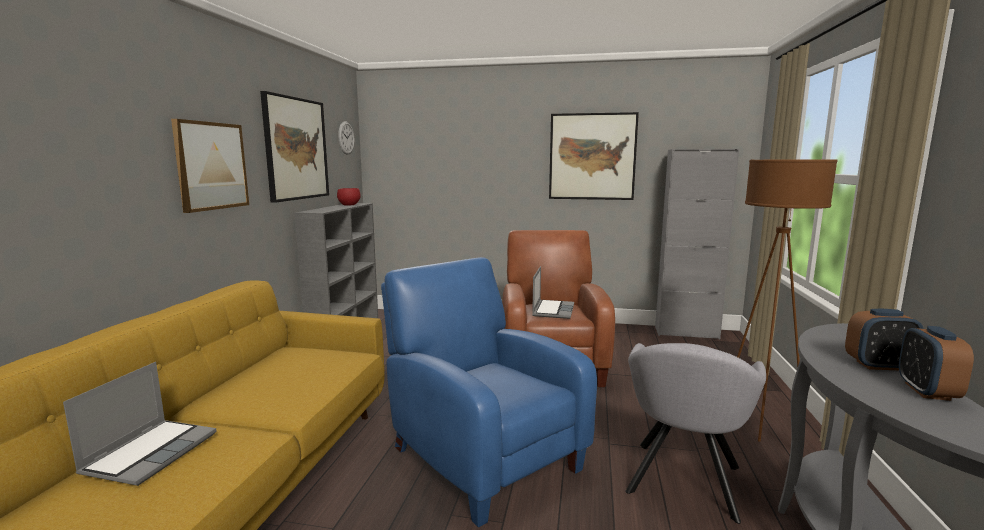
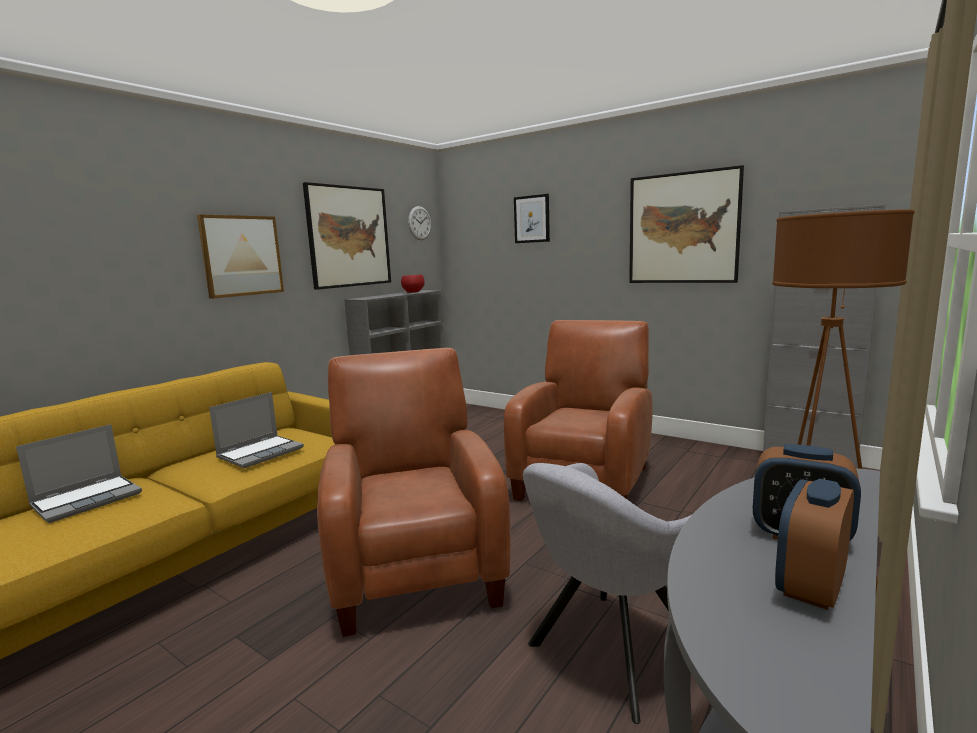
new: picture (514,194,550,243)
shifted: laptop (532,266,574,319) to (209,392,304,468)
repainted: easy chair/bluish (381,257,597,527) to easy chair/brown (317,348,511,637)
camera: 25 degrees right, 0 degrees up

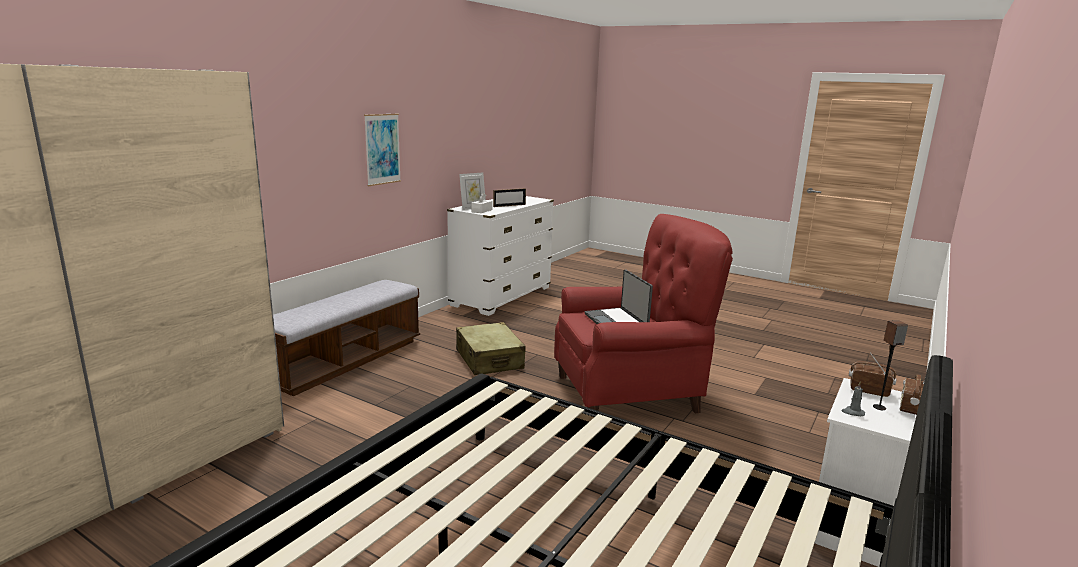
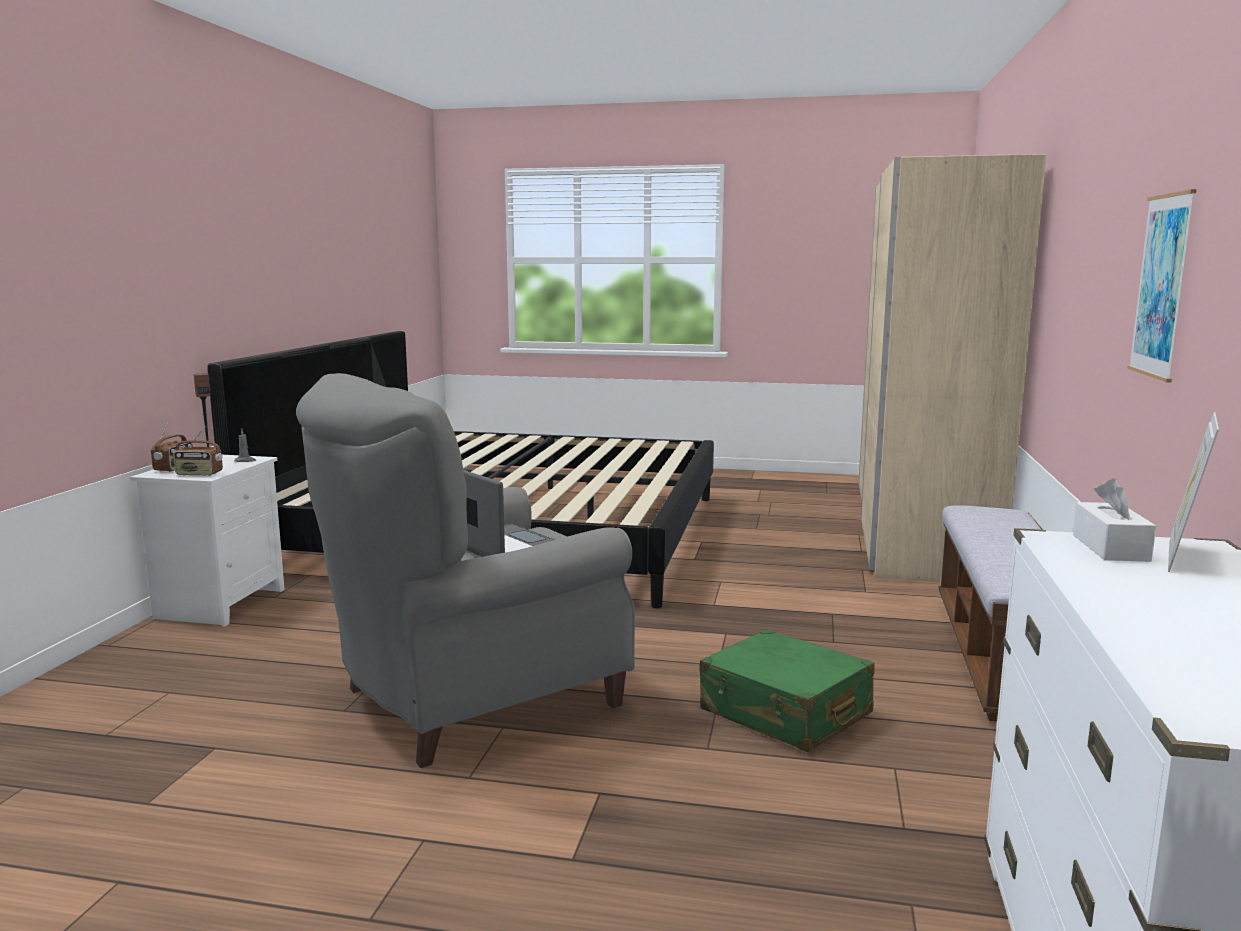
gone: picture frame (493,188,526,207)
repainted: piece of luggage/beige-coloured (456,322,526,375) to piece of luggage/green (700,629,875,752); easy chair/red (554,214,733,413) to easy chair/grey (296,373,635,768)
camera: 160 degrees right, 5 degrees down

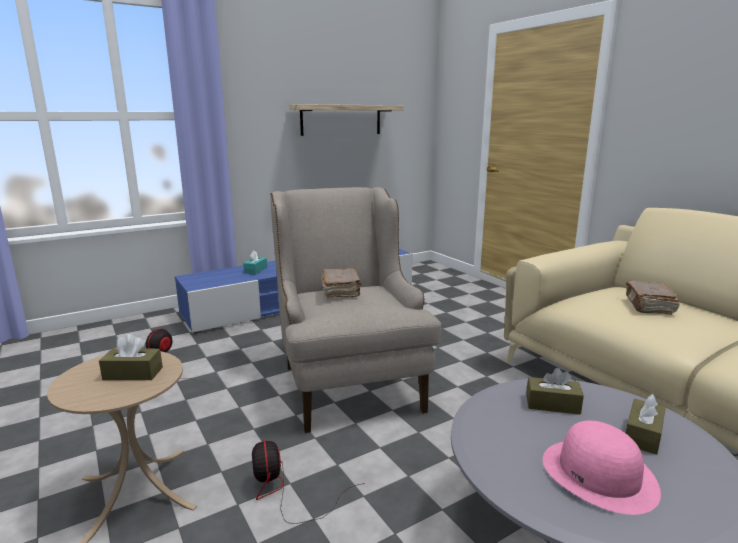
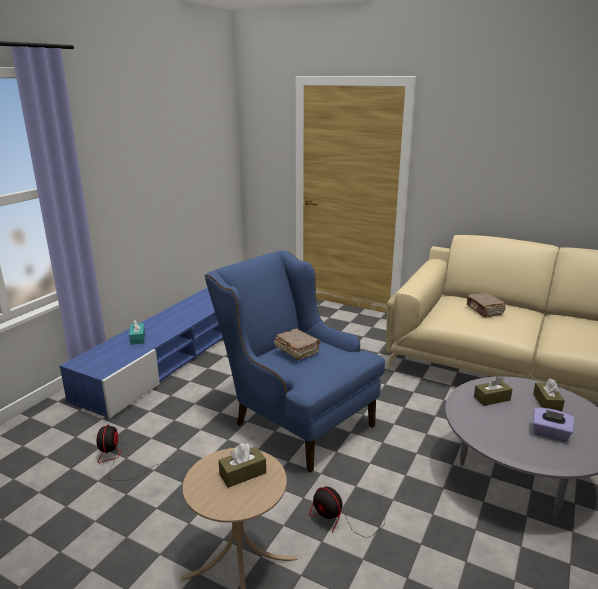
gone: bracket shelf (289,104,404,136)
swapped: clothing hat/pink (543,421,661,515) to tissue holder/purple-coloured (533,408,574,442)
repainted: easy chair/beige-coloured (270,187,441,433) to easy chair/bluish (204,250,385,473)
camera: 30 degrees left, 5 degrees up

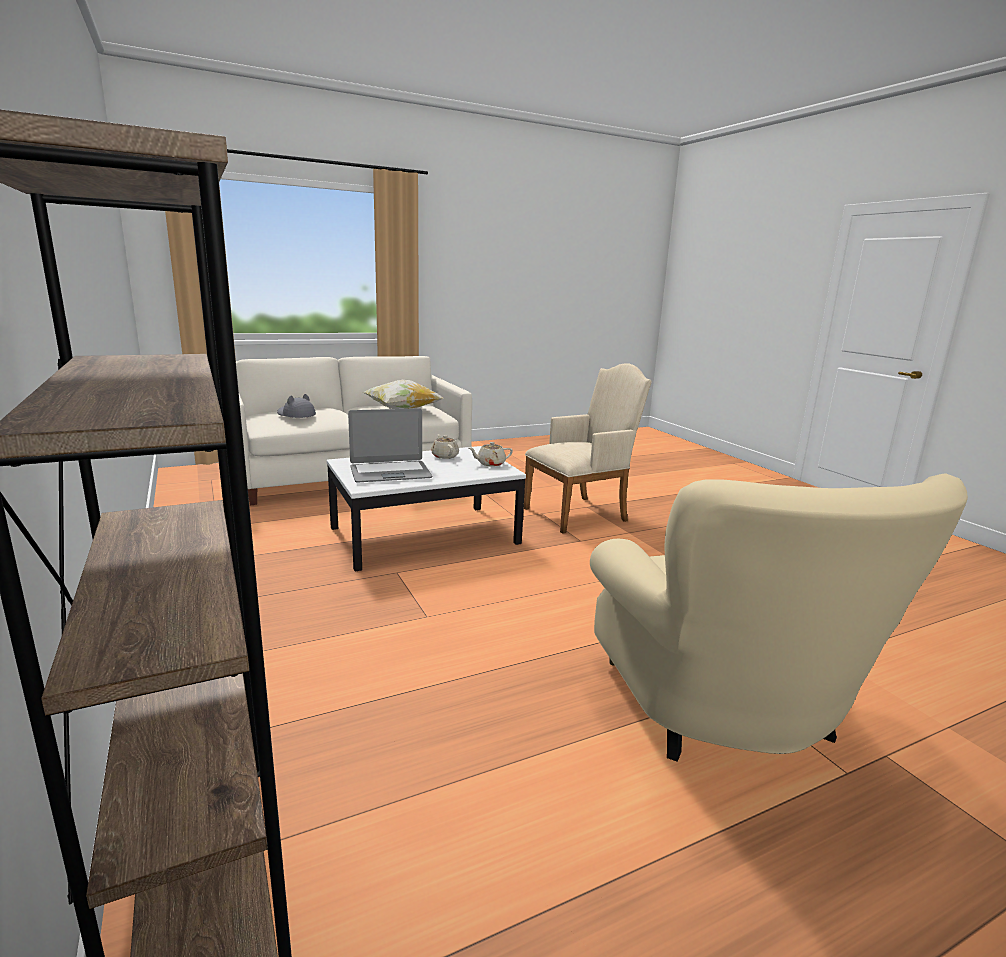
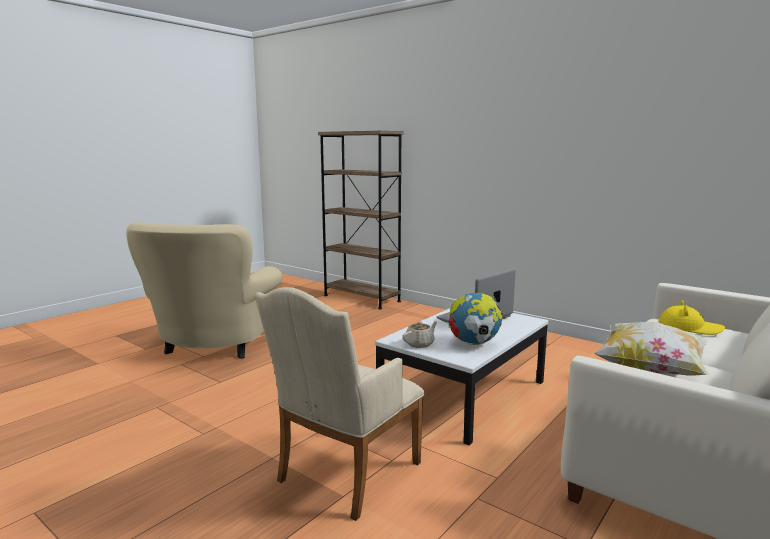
swapped: pot for tea/beige-coloured (431,434,459,459) to desk globe (449,293,503,345)
repainted: clothing hat/grey (277,394,316,418) to clothing hat/yellow-coloured (659,300,725,335)
rotated: easy chair/beige-coloured (590,473,968,762) = (126,222,282,359) 135 degrees counterclockwise
camera: 155 degrees right, 5 degrees down

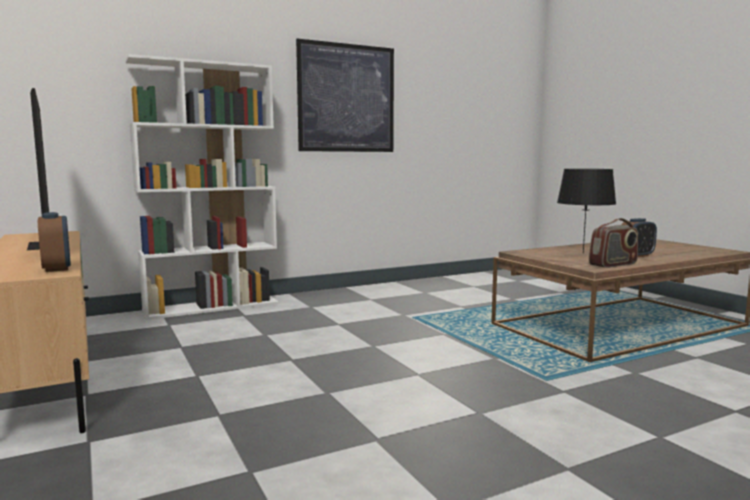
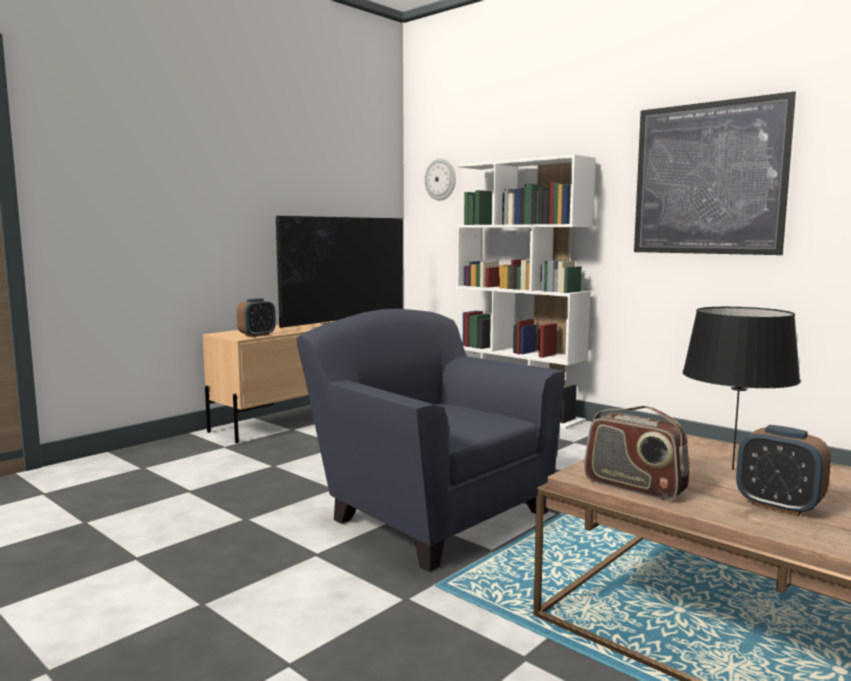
new: easy chair/bluish (297,309,565,572); hanging clock (425,159,456,201)
camera: 70 degrees right, 0 degrees up

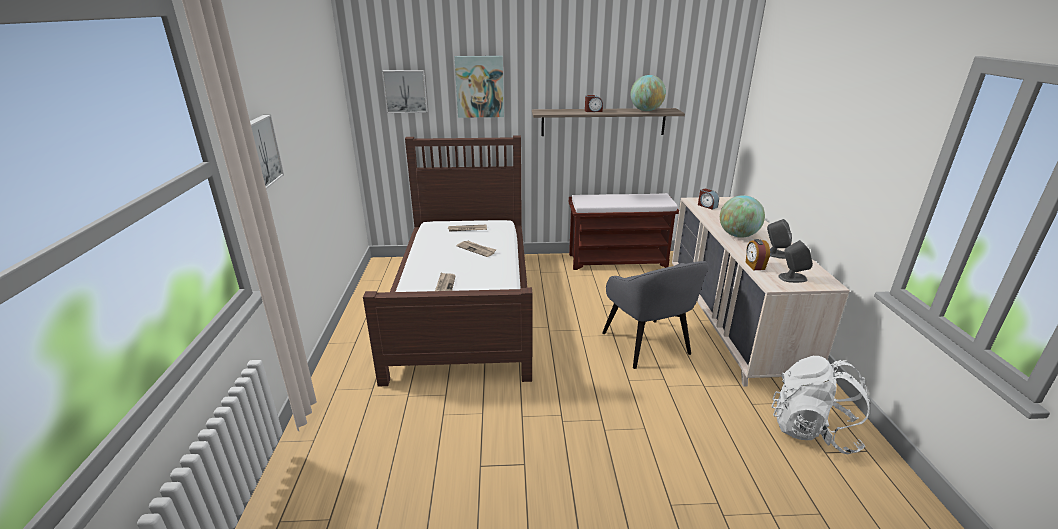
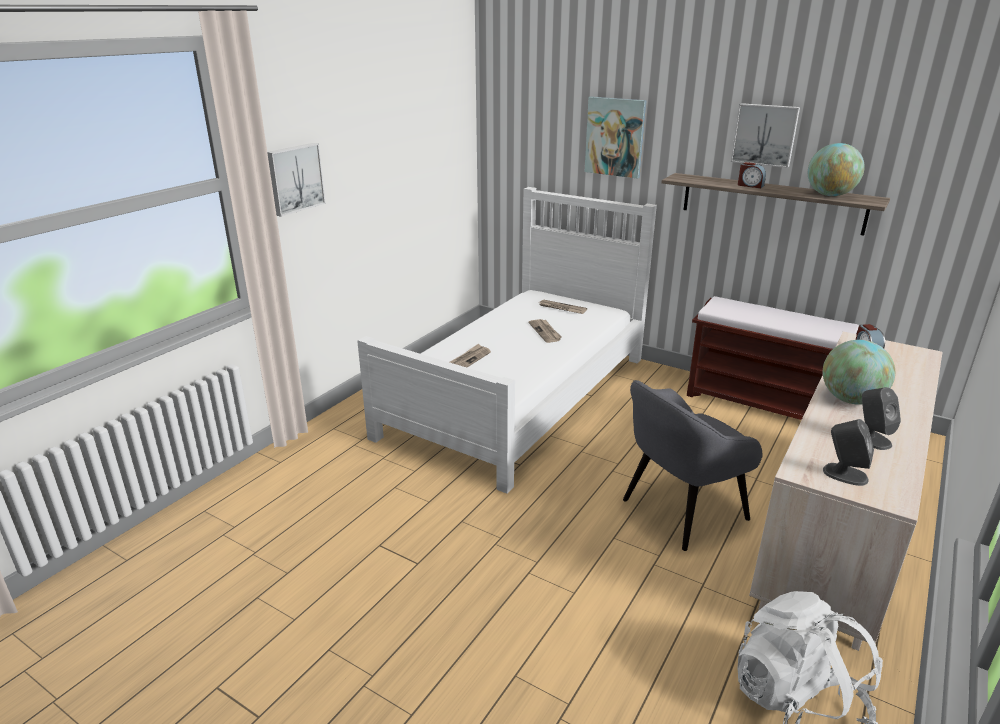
gone: table clock (746,239,770,270)
shifted: picture (382,70,428,113) to (731,103,800,168)
repainted: sleeping bed/brown (363,135,533,387) to sleeping bed/whitish (357,187,657,494)
rotated: easy chair/grey (602,261,709,369) = (623,380,763,551) 45 degrees clockwise
camera: 35 degrees right, 0 degrees up

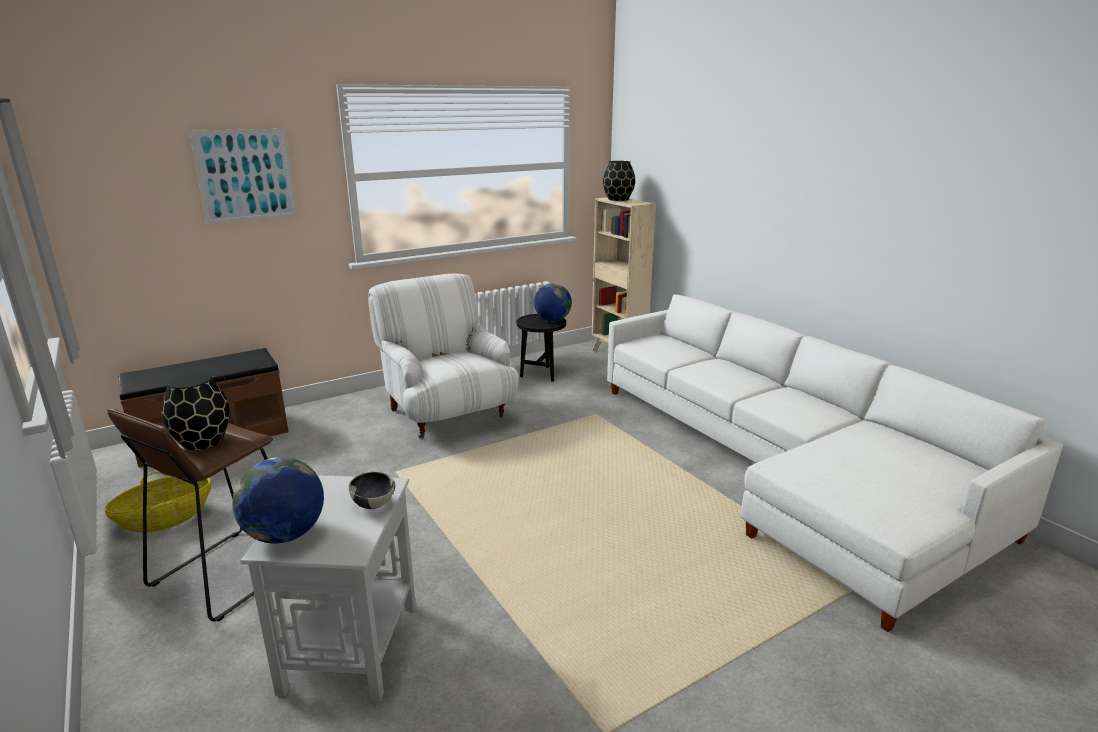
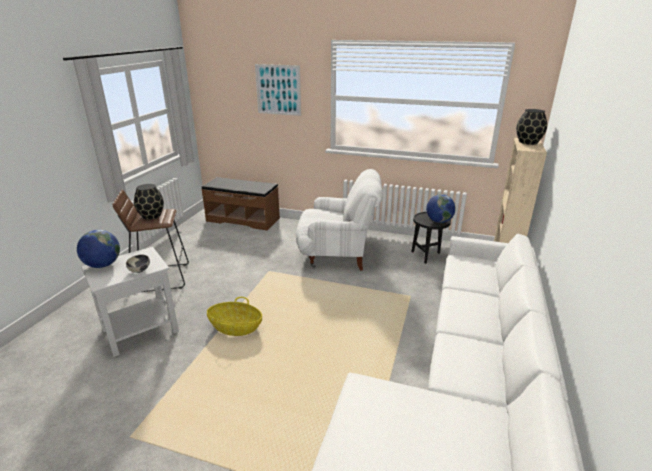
shifted: basket (105,471,211,533) to (207,297,262,336)
rotated: easy chair/whitish (368,274,519,438) = (296,169,383,271) 75 degrees clockwise
camera: 50 degrees right, 5 degrees up

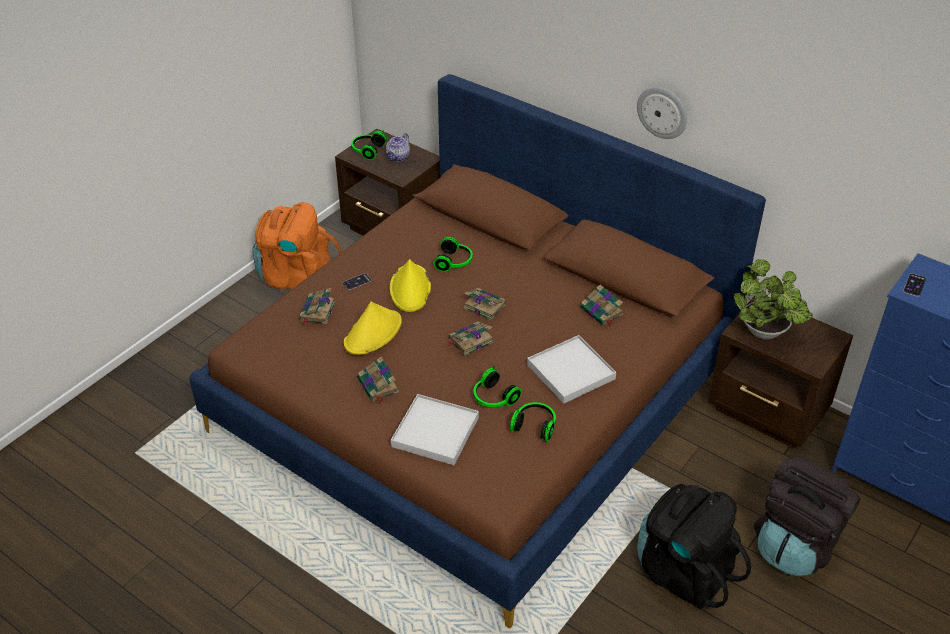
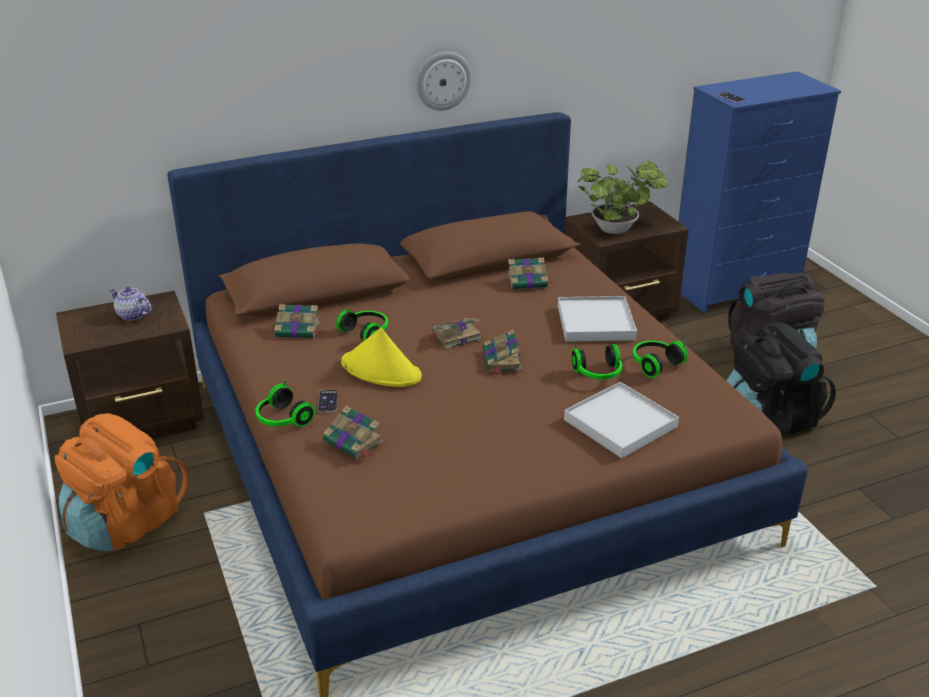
gone: clothing hat/yellow-coloured (344,301,402,355)
shifted: headset (351,131,387,160) to (256,378,315,427); bound book (357,356,399,403) to (275,304,323,338)
rotated: pot for tea (386,133,410,162) = (108,287,152,321) 150 degrees clockwise
camera: 60 degrees left, 10 degrees down

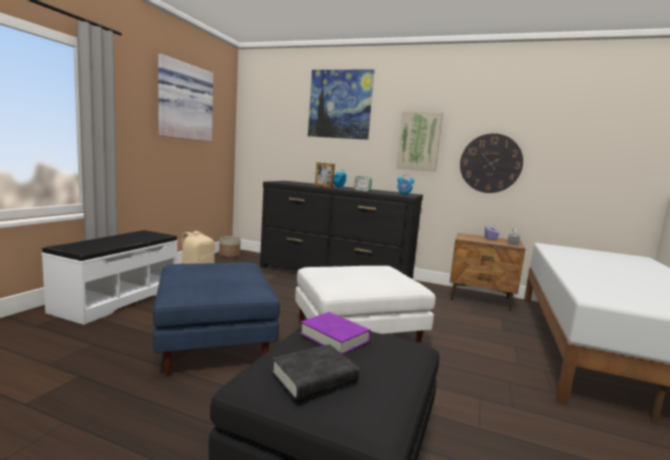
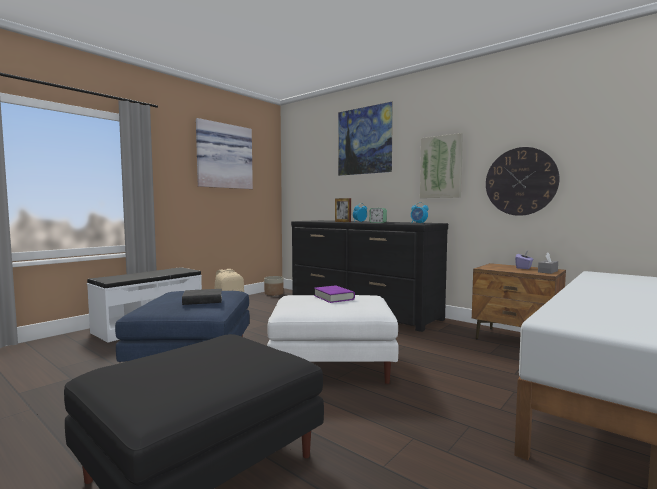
shifted: bound book/black-coloured (272,344,359,400) to (182,289,222,305); bound book/purple-coloured (300,312,371,354) to (314,285,355,303)
camera: 20 degrees right, 5 degrees down

